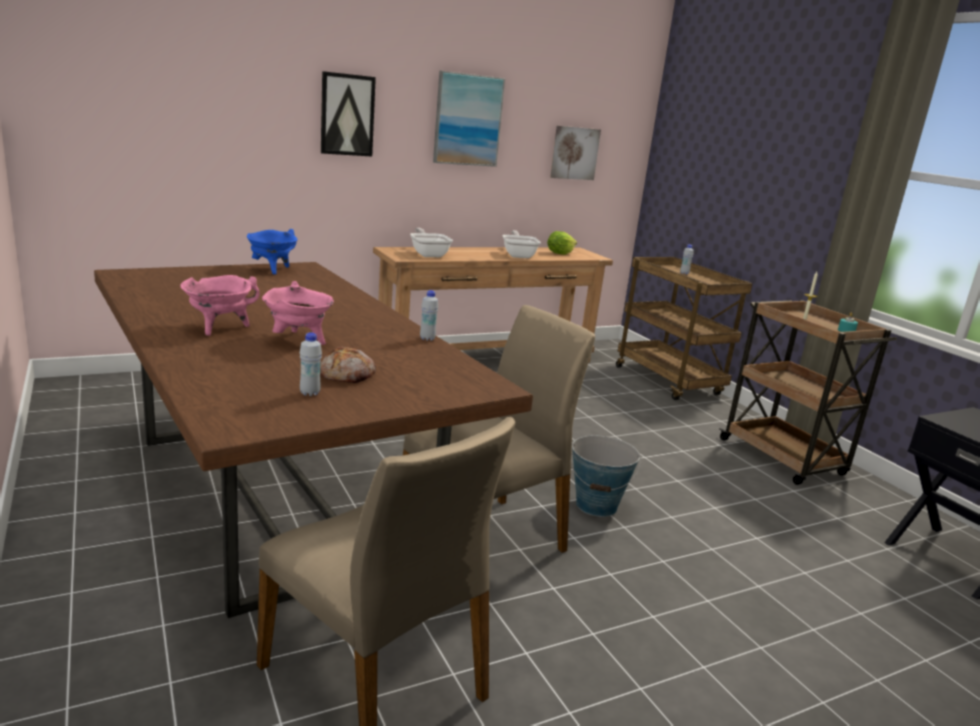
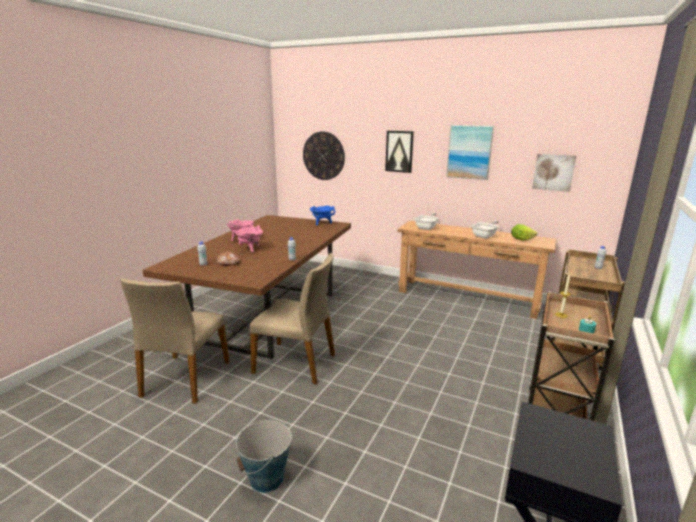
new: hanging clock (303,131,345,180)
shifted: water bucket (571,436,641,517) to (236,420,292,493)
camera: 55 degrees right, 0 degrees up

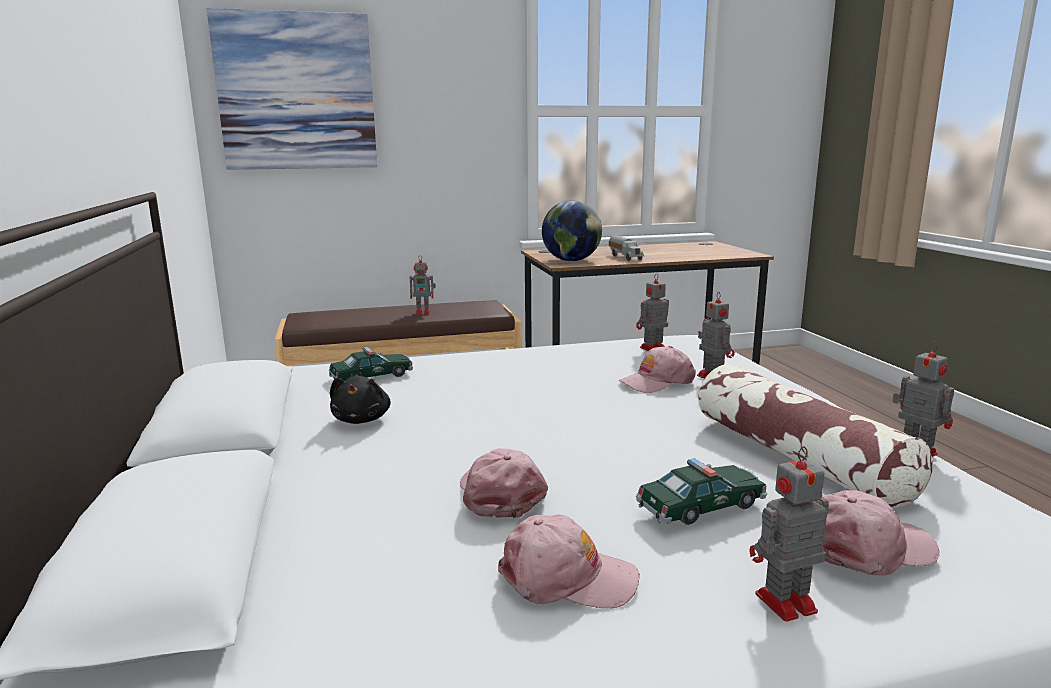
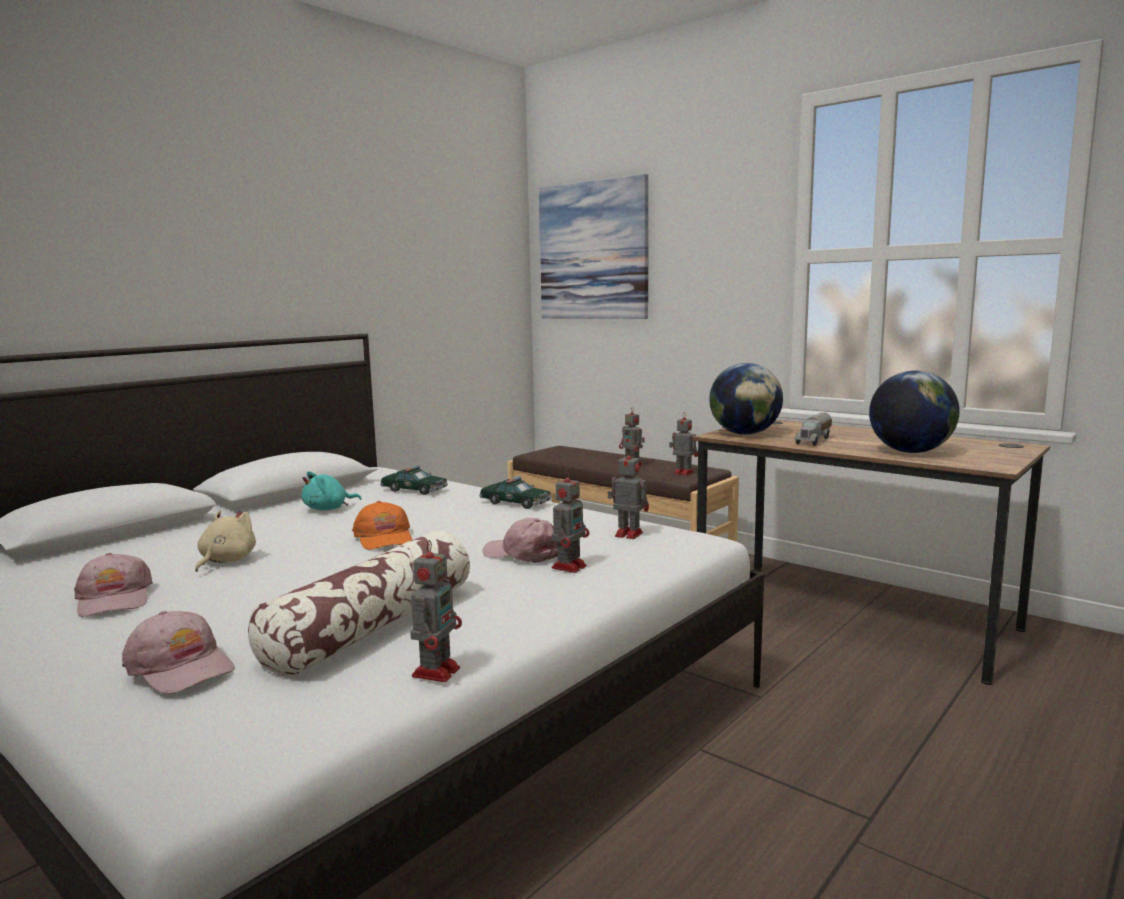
new: baseball cap/orange (352,501,412,550); desk globe (869,371,960,453)
shifted: model car (636,458,767,525) to (479,476,552,509); robot figure (750,446,829,622) to (669,413,698,476)
swapped: baseball cap/pink (460,448,548,518) to soft toy/beige-coloured (195,510,256,572)
repainted: soft toy/black-coloured (330,376,391,424) to soft toy/turquoise (302,471,362,510)
camera: 55 degrees right, 5 degrees down

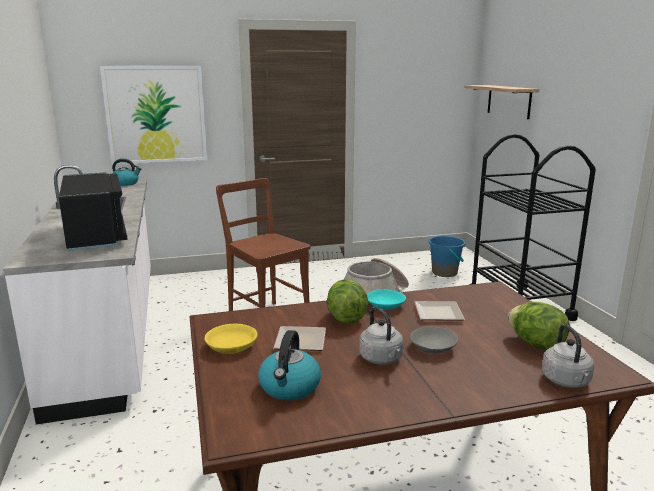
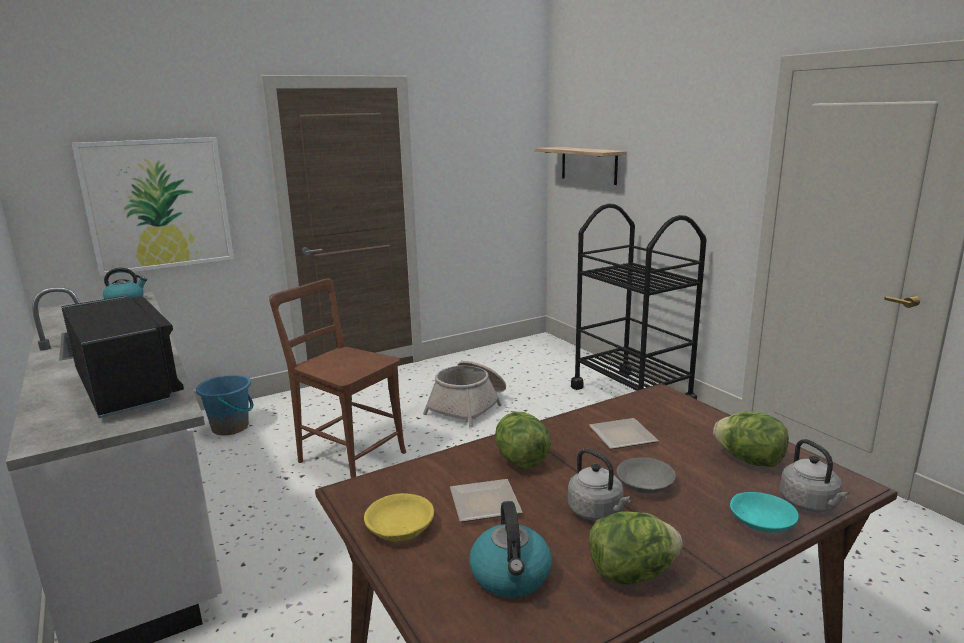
new: lettuce head (589,511,683,584)
shifted: serving bowl/turquoise (367,289,406,310) to (730,492,799,533); water bucket/bluish (428,236,466,277) to (196,375,253,436)
camera: 15 degrees left, 0 degrees up

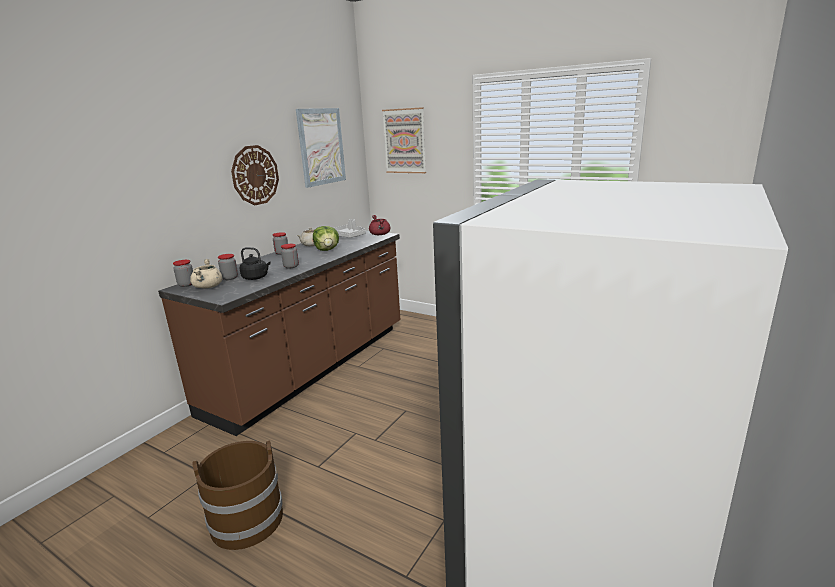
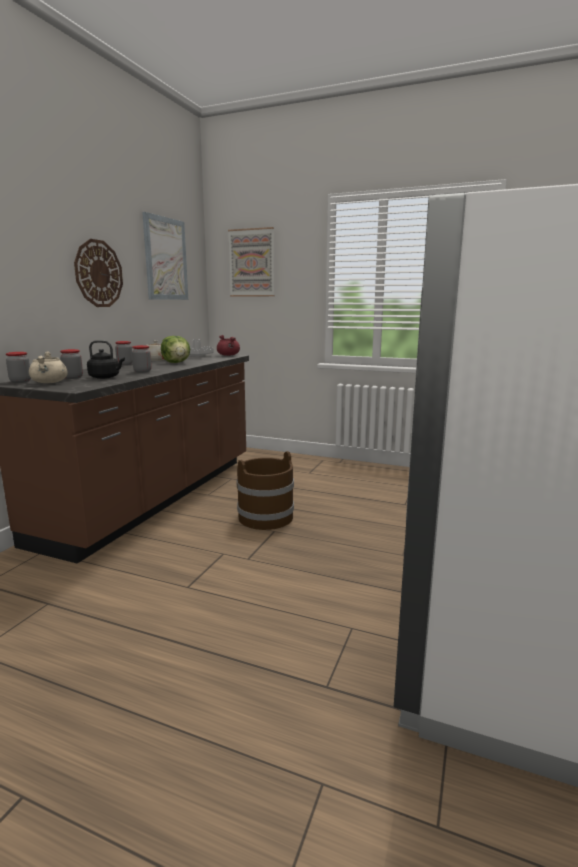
shifted: water bucket/brown (192,440,283,550) to (237,451,294,530)
camera: 10 degrees left, 5 degrees down

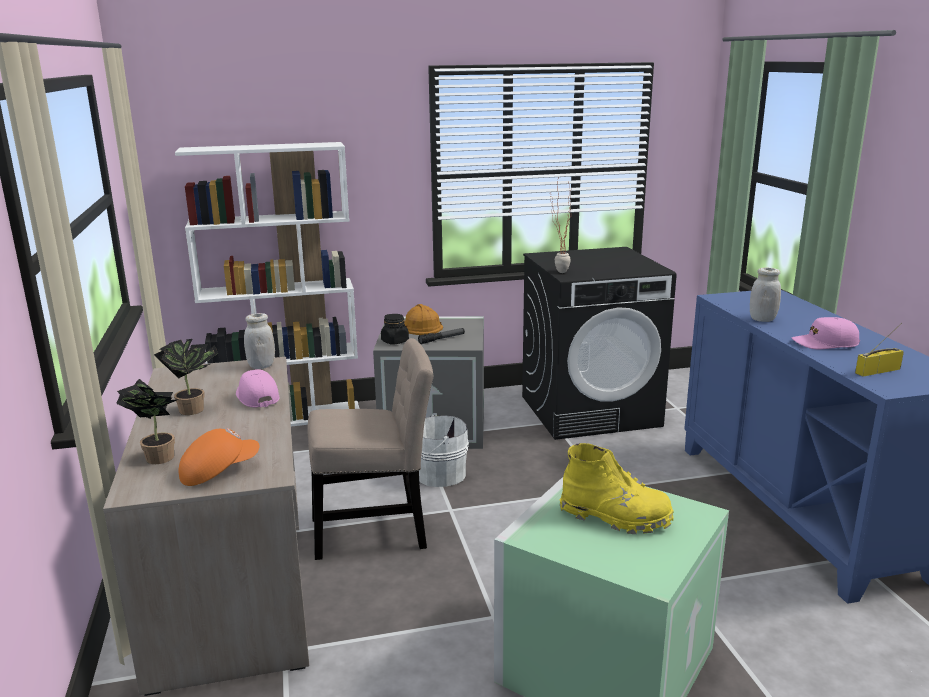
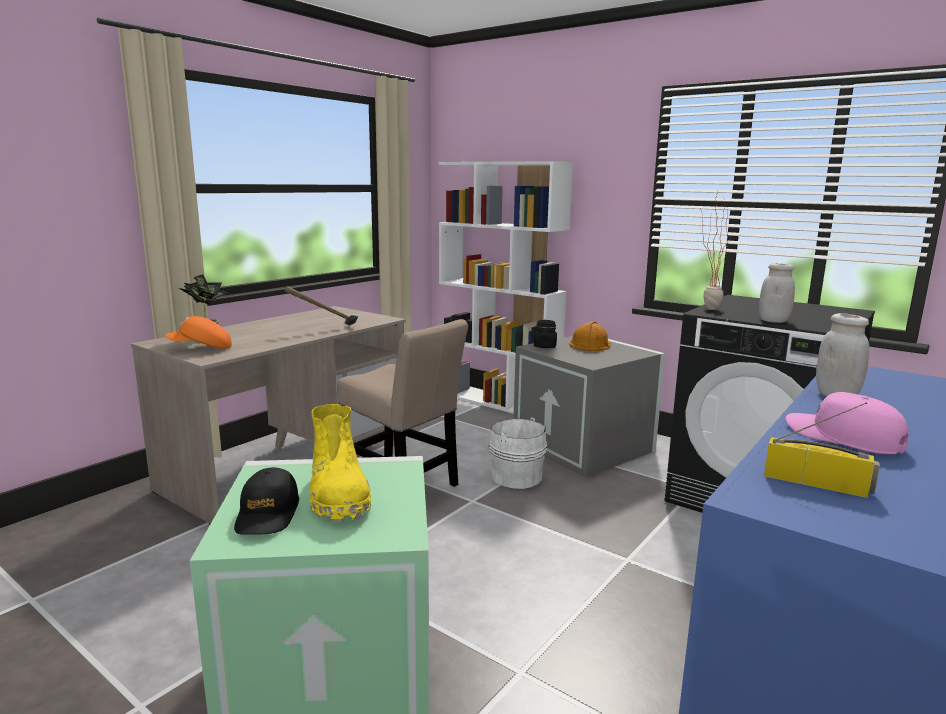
gone: potted plant (154,339,218,415); torch (418,328,465,344)
new: baseball cap/black-coloured (234,467,299,535)
shifted: preserve jar/whitish (244,313,275,369) to (759,263,795,323)
swapped: baseball cap/pink (236,369,279,408) to hammer (284,286,358,326)
rotated: baseball cap/orange (179,428,259,486) = (165,316,232,349) 150 degrees clockwise
camera: 50 degrees right, 5 degrees down

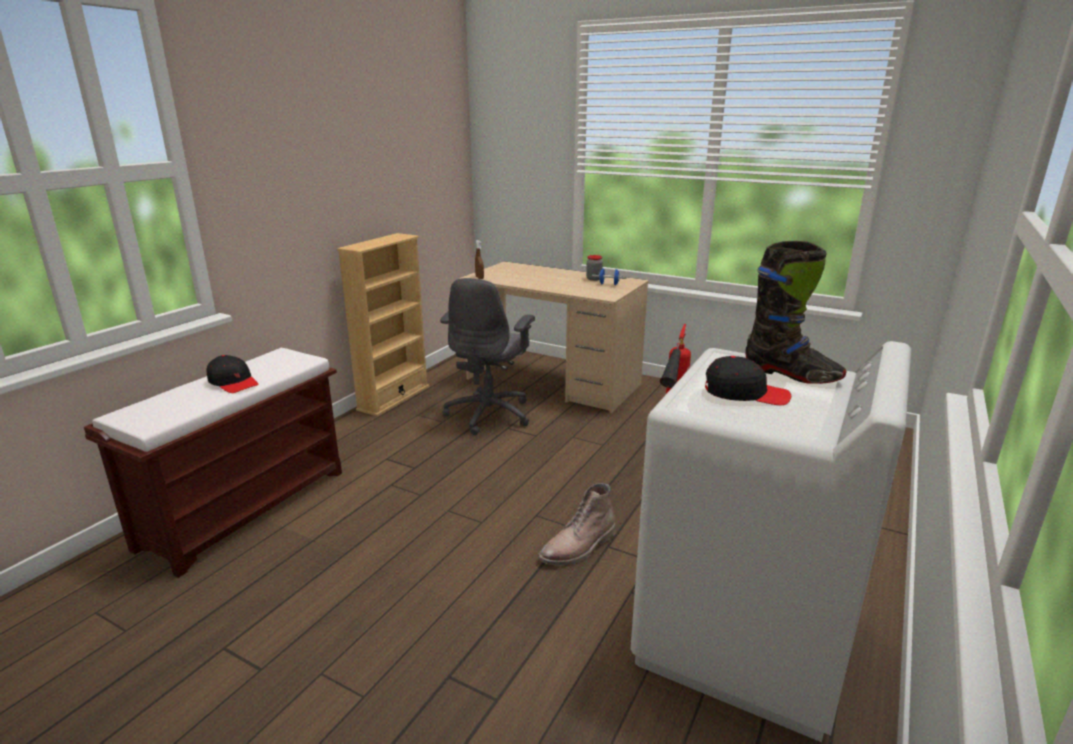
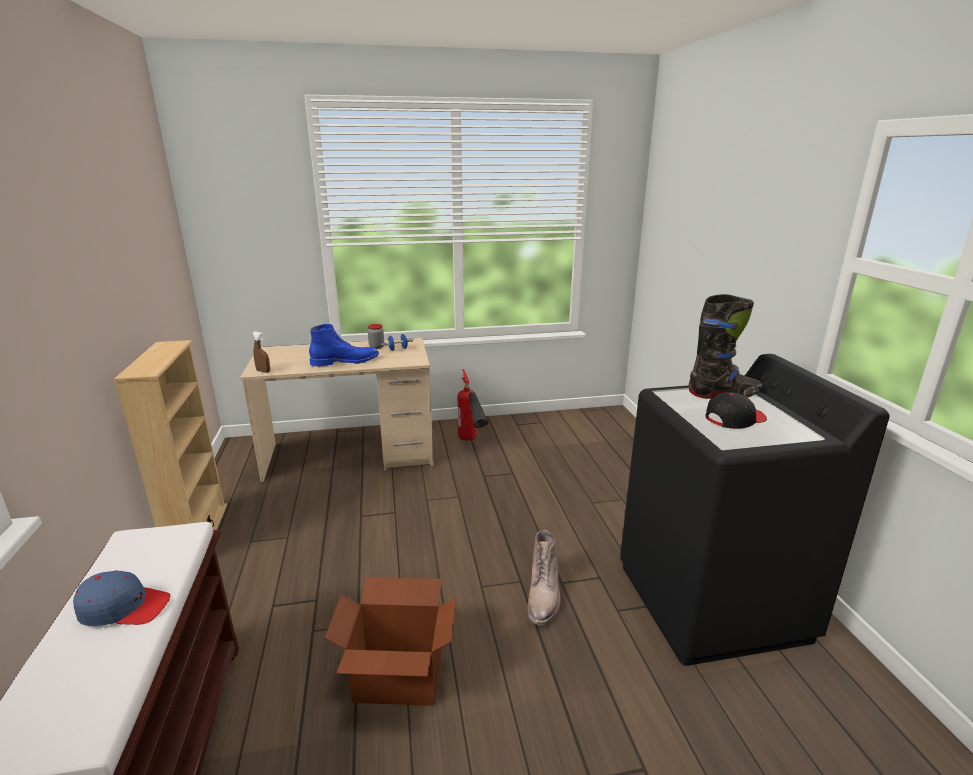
gone: desk chair/grey (440,278,535,435)
new: tall boot/bluish (309,324,379,367); cardboard box (325,577,457,706)
repainted: baseball cap/black-coloured (206,355,259,393) to baseball cap/bluish (73,571,170,626); laundry machine/whitish (631,341,911,742) to laundry machine/black-coloured (620,354,890,666)
camera: 40 degrees left, 0 degrees up

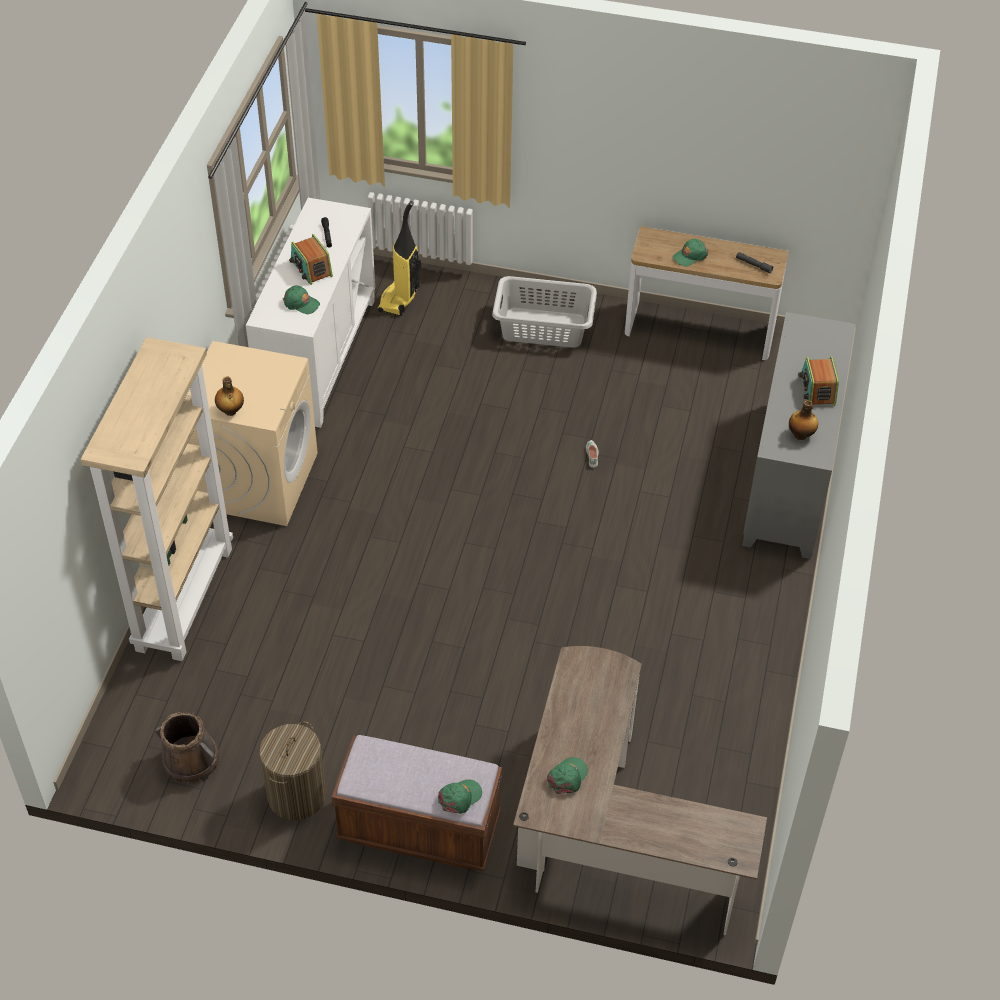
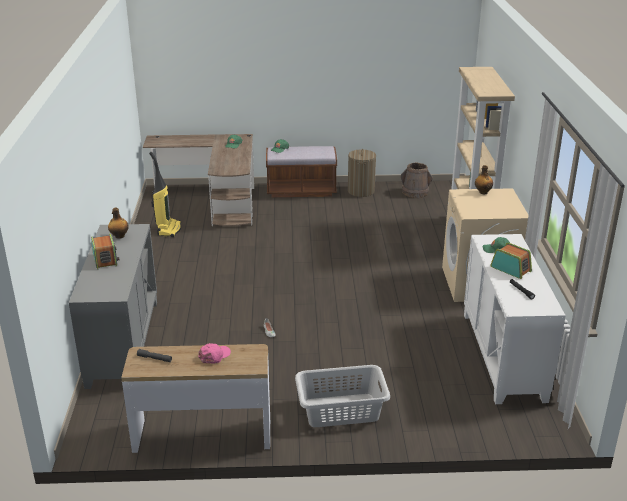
shifted: hoover (377,201,421,316) to (149,152,181,237)
repainted: baseball cap/green (673,239,708,267) to baseball cap/pink (198,343,231,363)
camera: 165 degrees right, 20 degrees down

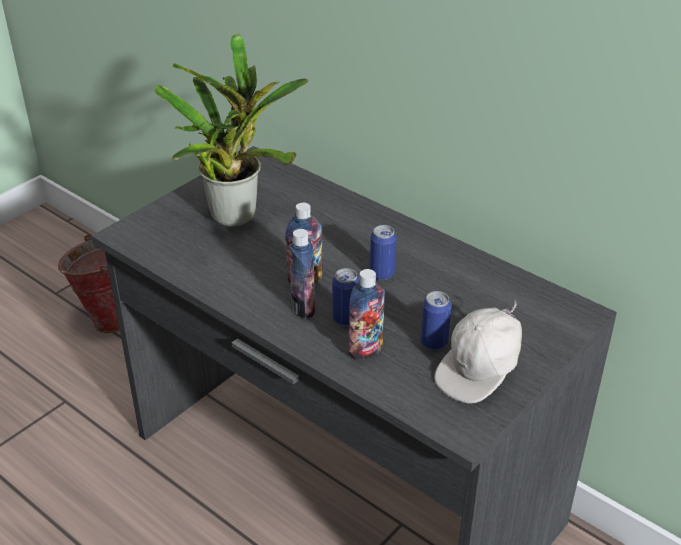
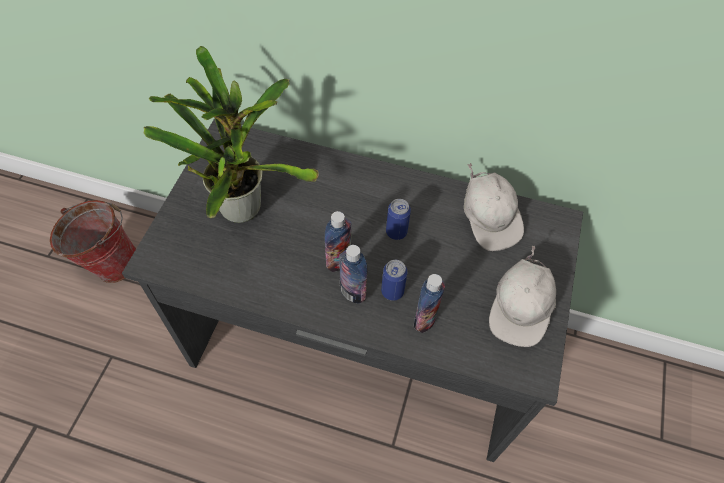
gone: metal can (421,291,451,350)
new: baseball cap/whitish (464,163,524,251)
camera: 25 degrees left, 20 degrees up

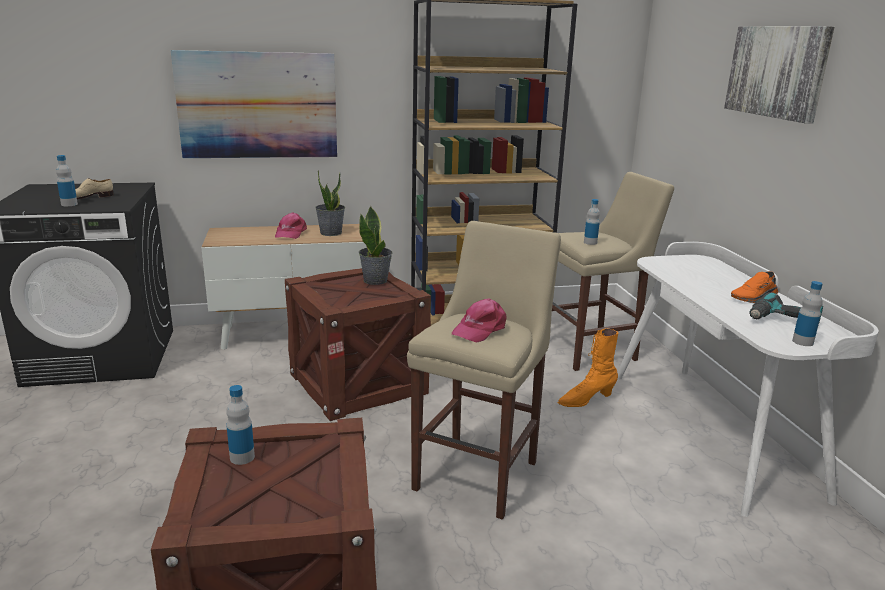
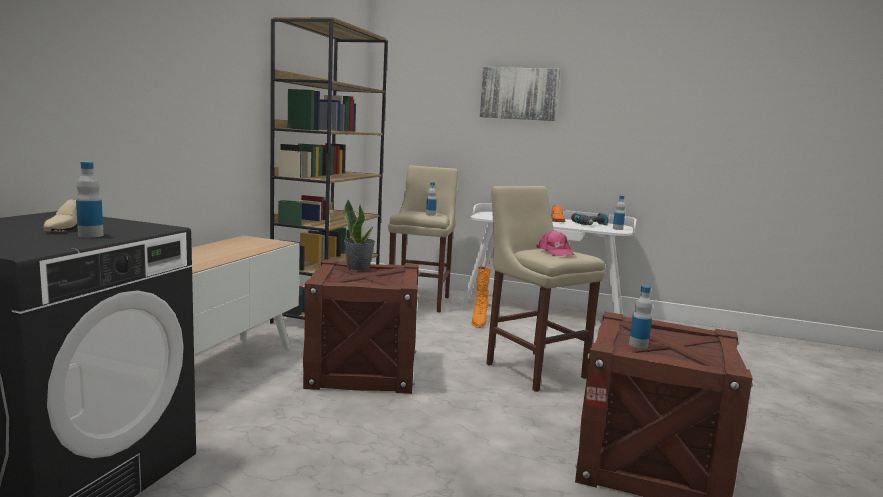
gone: picture (170,50,337,158); baseball cap/pink (275,212,307,239); potted plant (315,170,345,236)
camera: 60 degrees left, 10 degrees down

